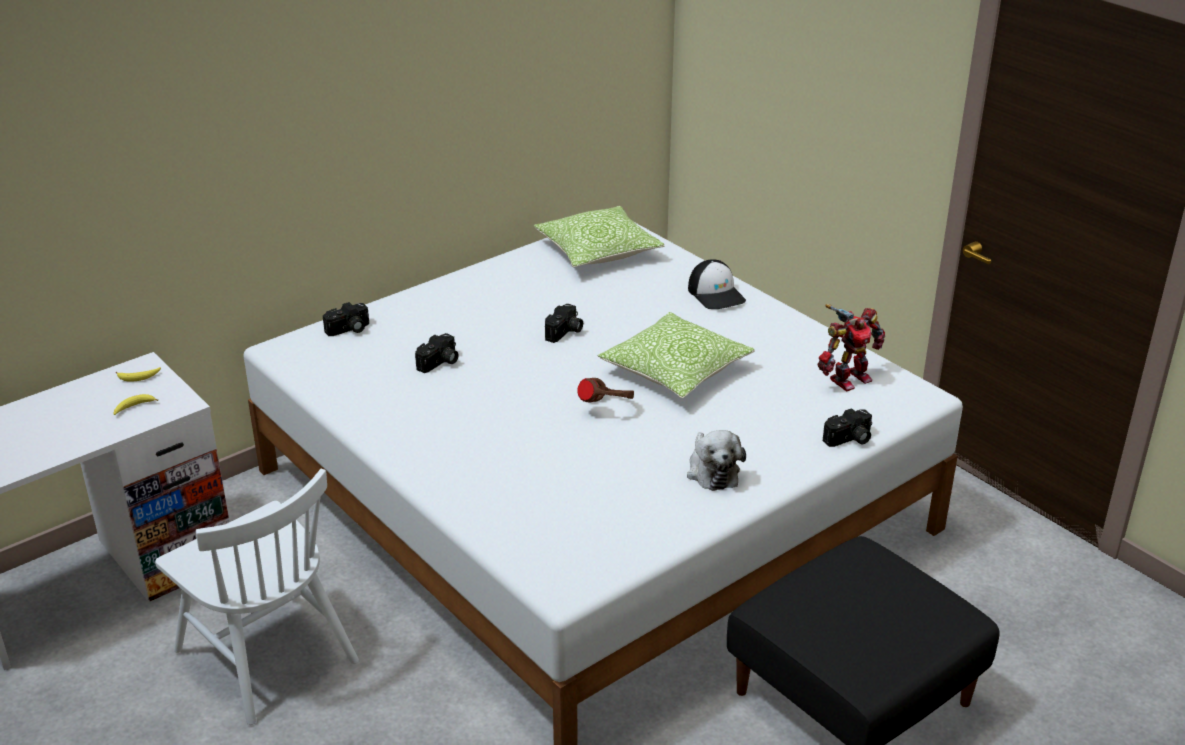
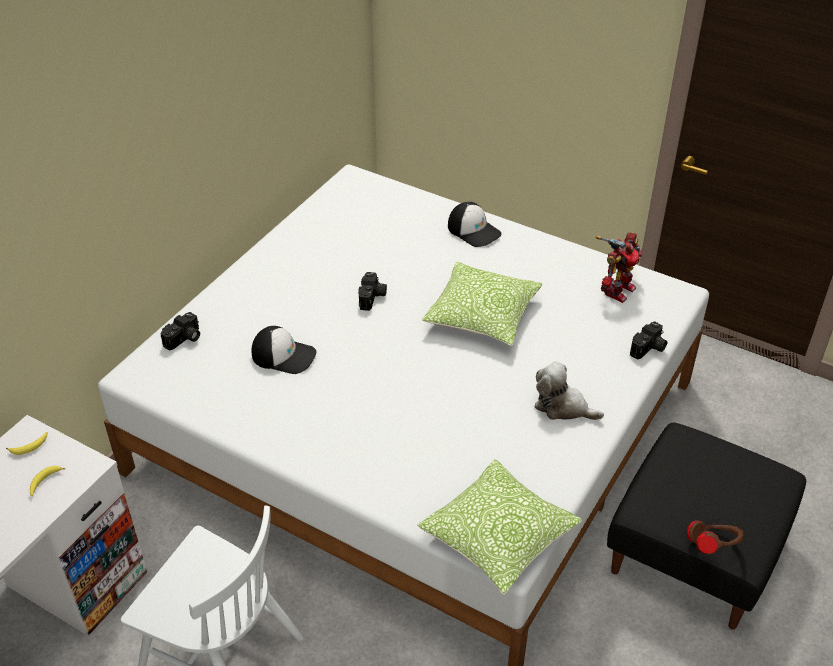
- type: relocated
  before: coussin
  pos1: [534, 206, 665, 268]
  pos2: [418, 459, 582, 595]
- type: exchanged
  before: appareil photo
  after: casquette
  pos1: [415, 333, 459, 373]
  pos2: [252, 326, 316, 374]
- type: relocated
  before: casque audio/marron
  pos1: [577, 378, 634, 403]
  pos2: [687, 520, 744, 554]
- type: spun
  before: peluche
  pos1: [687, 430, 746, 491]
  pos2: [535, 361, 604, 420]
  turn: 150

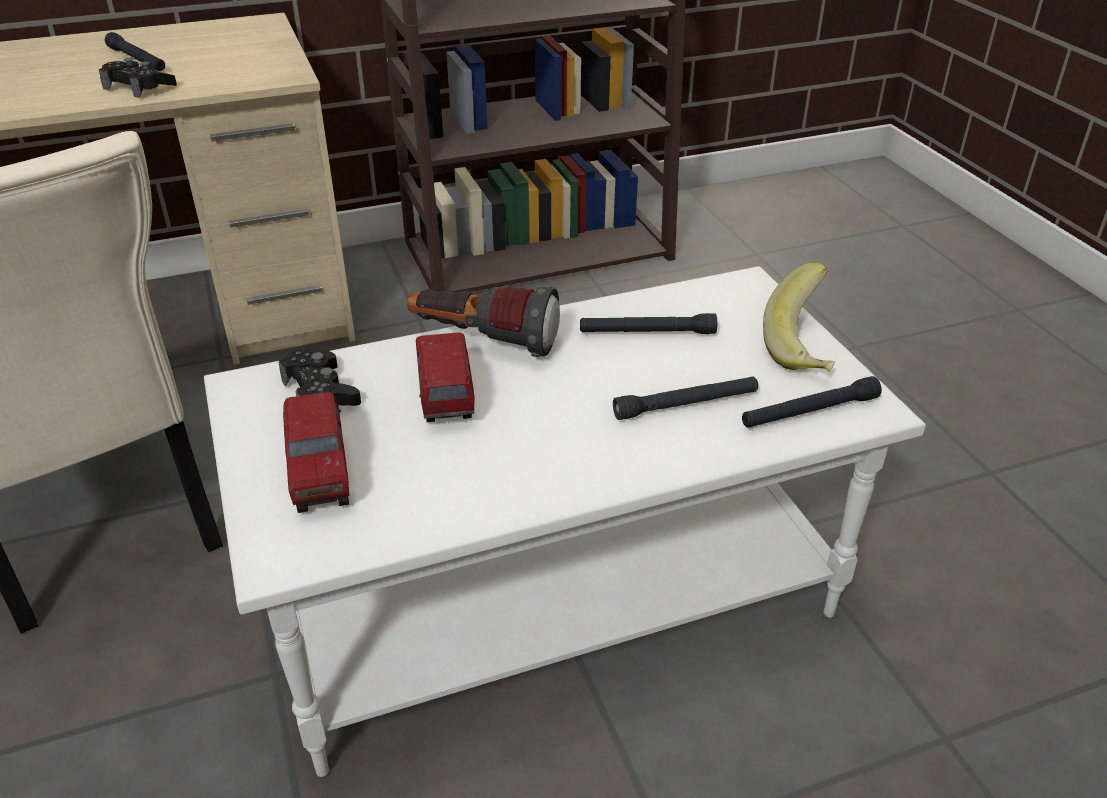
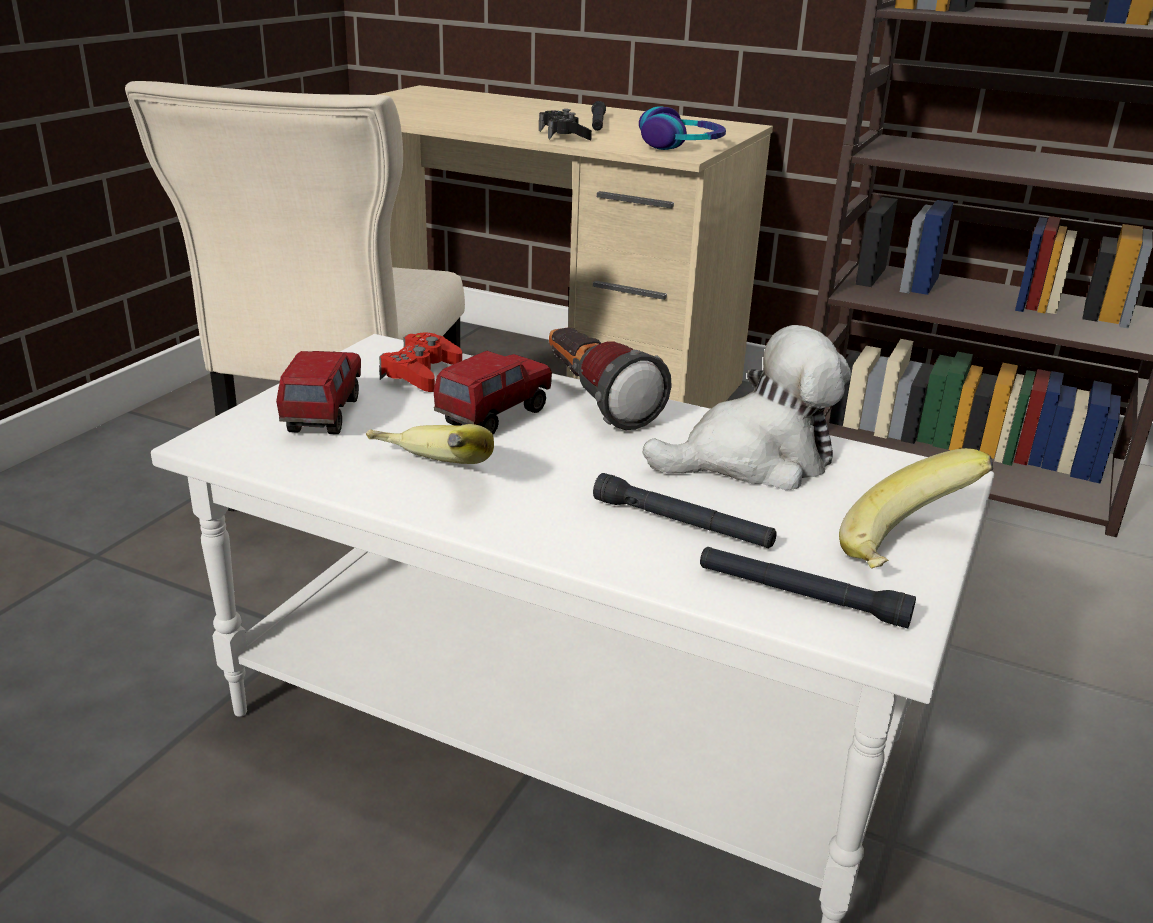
- type: exchanged
  before: lampe de poche/noir
  after: peluche
  pos1: [580, 313, 717, 334]
  pos2: [642, 325, 851, 490]
- type: colour
  before: manette/noir
  after: manette/rouge
  pos1: [278, 348, 361, 406]
  pos2: [379, 333, 462, 392]
- type: spun
  before: camion jouet
  pos1: [283, 392, 349, 513]
  pos2: [276, 351, 361, 434]
  turn: 150
- type: appeared
  after: casque audio
  pos2: [639, 106, 726, 150]
- type: appeared
  after: banane
  pos2: [366, 424, 494, 464]

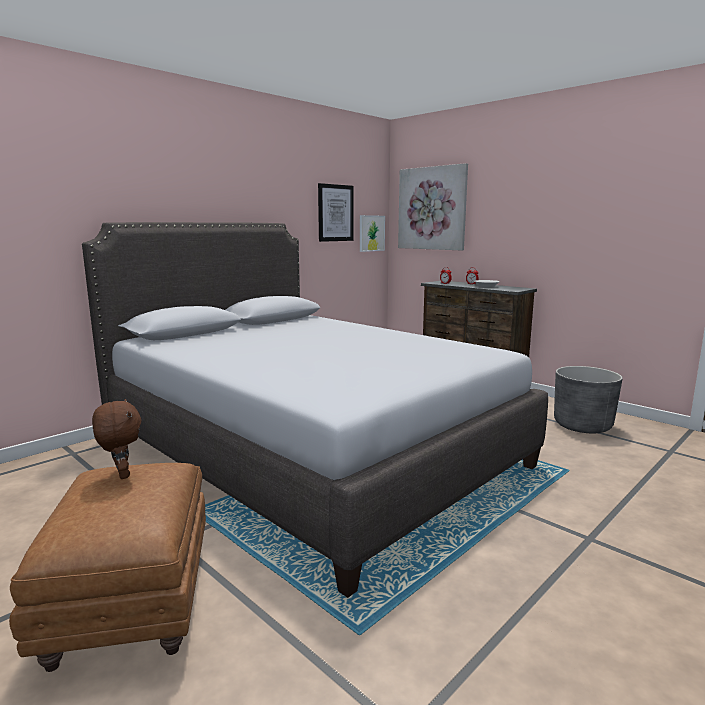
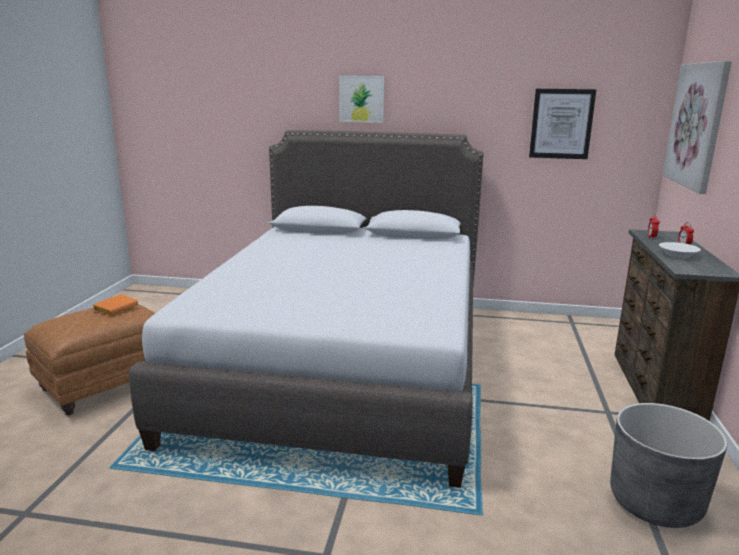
- type: relocated
  before: tableau
  pos1: [360, 215, 385, 252]
  pos2: [339, 76, 384, 123]
- type: exchanged
  before: peluche/marron
  after: livre/orange
  pos1: [92, 399, 142, 479]
  pos2: [92, 294, 138, 316]

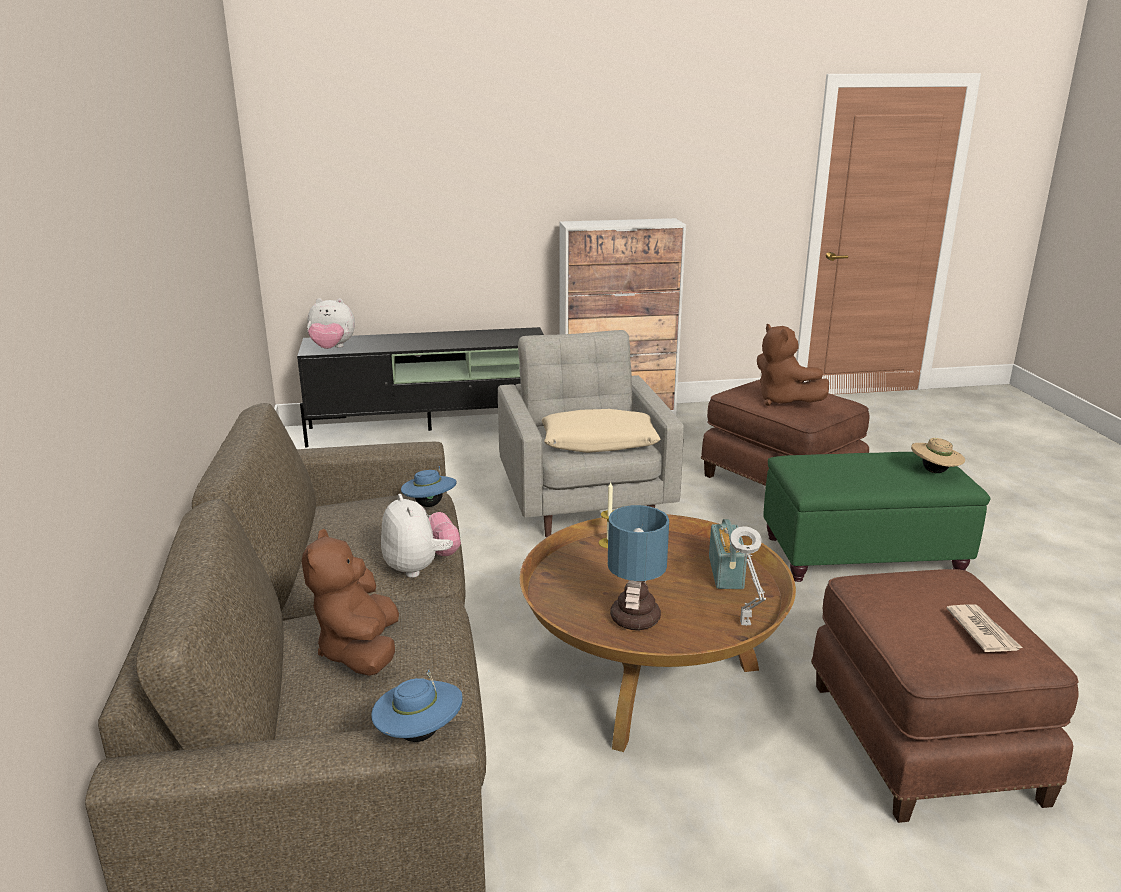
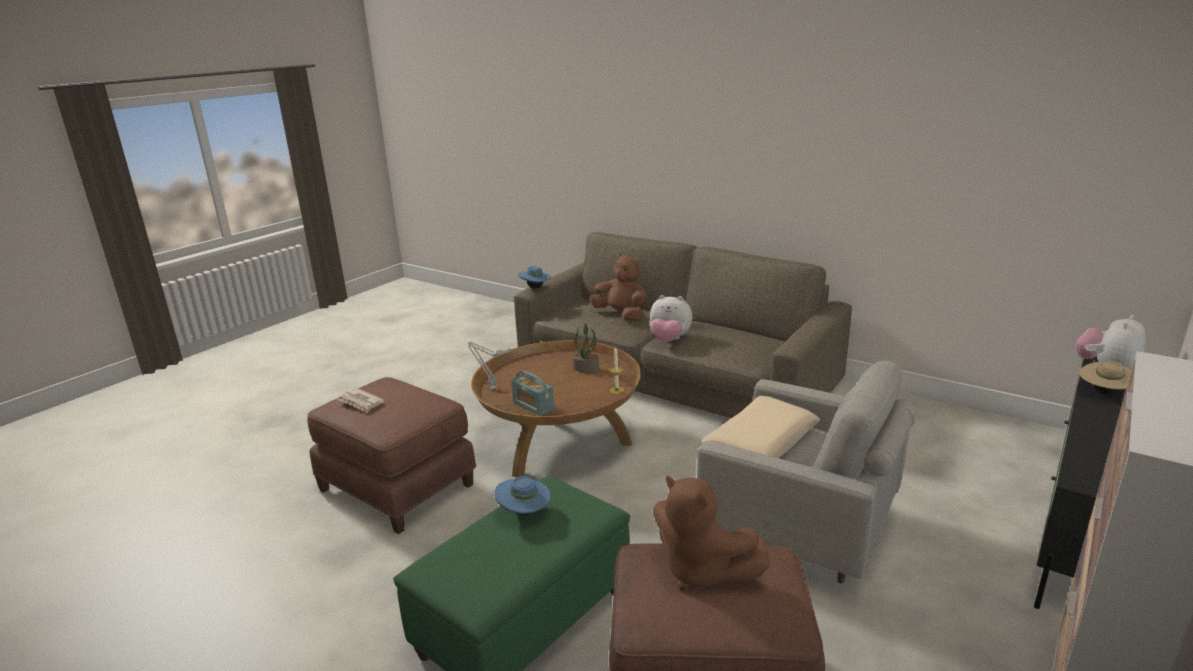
- type: spun
  before: peluche/marron
  pos1: [757, 324, 829, 406]
  pos2: [653, 475, 770, 590]
  turn: -150
- type: relocated
  before: chapeau/beige
  pos1: [911, 438, 965, 473]
  pos2: [1080, 360, 1132, 395]
- type: relocated
  before: chapeau/bleu
  pos1: [401, 466, 457, 507]
  pos2: [494, 476, 551, 516]
- type: missing
  before: lampe de table
  pos1: [608, 505, 669, 630]
- type: appeared
  after: plante en pot
  pos2: [572, 323, 599, 372]

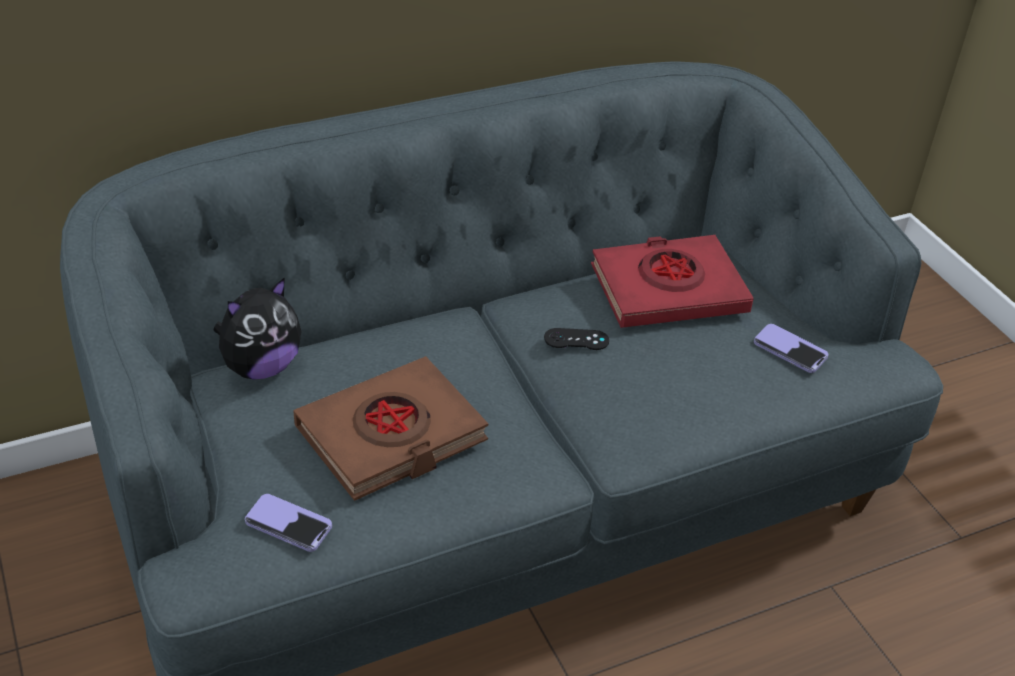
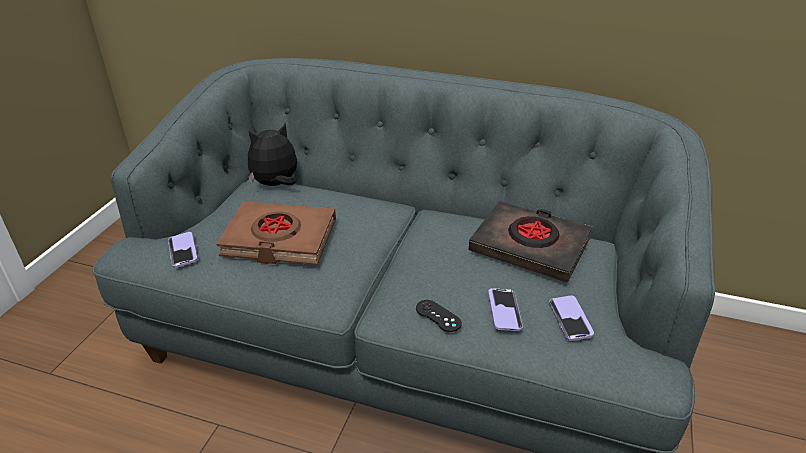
- type: colour
  before: livre/rouge
  after: livre/noir
  pos1: [591, 235, 754, 328]
  pos2: [469, 201, 592, 283]
- type: spun
  before: peluche
  pos1: [213, 277, 302, 379]
  pos2: [248, 123, 297, 186]
  turn: 150
- type: relocated
  before: manette/noir
  pos1: [544, 328, 609, 350]
  pos2: [416, 300, 462, 332]
- type: appeared
  after: téléphone
  pos2: [488, 288, 523, 331]

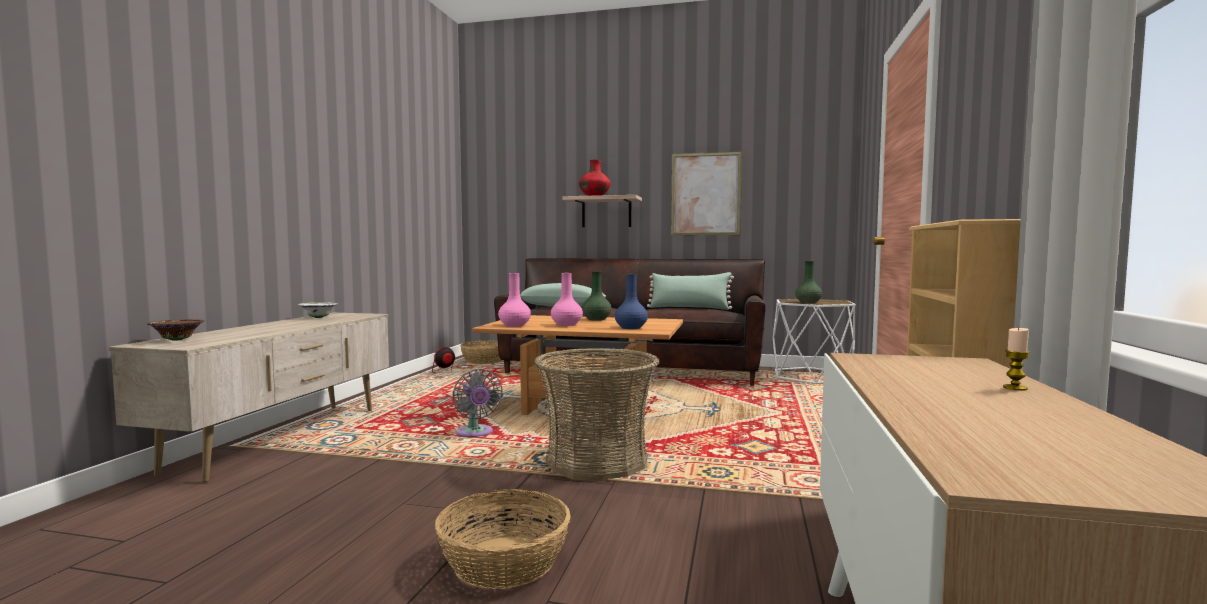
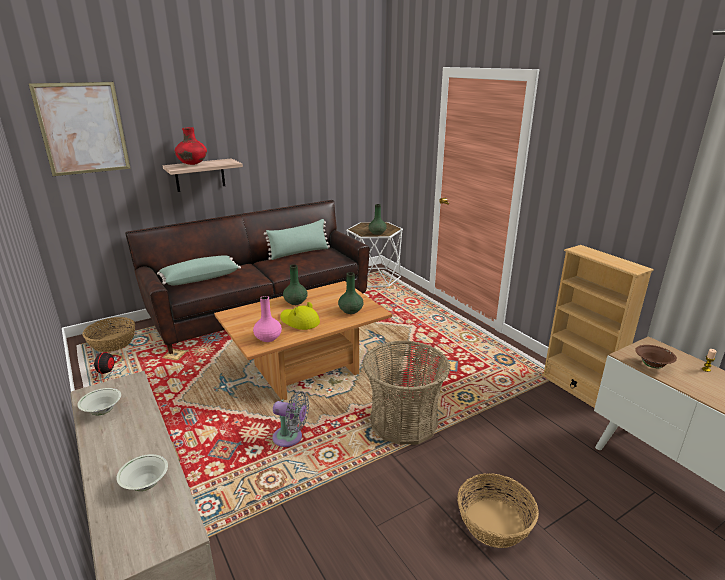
- type: relocated
  before: tableau
  pos1: [671, 151, 742, 236]
  pos2: [28, 82, 131, 176]
- type: exchanged
  before: vase/rose
  after: chapeau/jaune
  pos1: [551, 273, 583, 326]
  pos2: [280, 302, 320, 330]
- type: colour
  before: vase/bleu
  after: vase/vert
  pos1: [615, 274, 648, 329]
  pos2: [338, 272, 363, 314]
- type: relocated
  before: bol/marron
  pos1: [146, 319, 204, 341]
  pos2: [635, 345, 677, 368]
- type: appeared
  after: bol/blanc
  pos2: [116, 454, 168, 491]

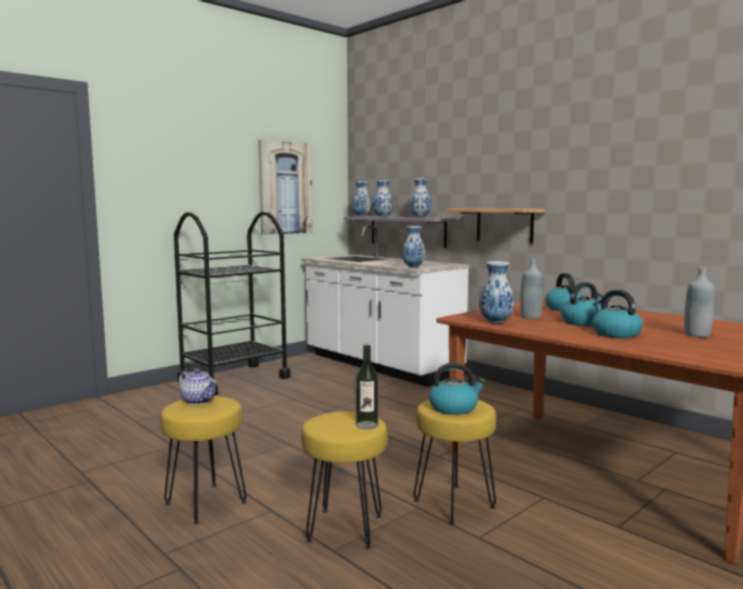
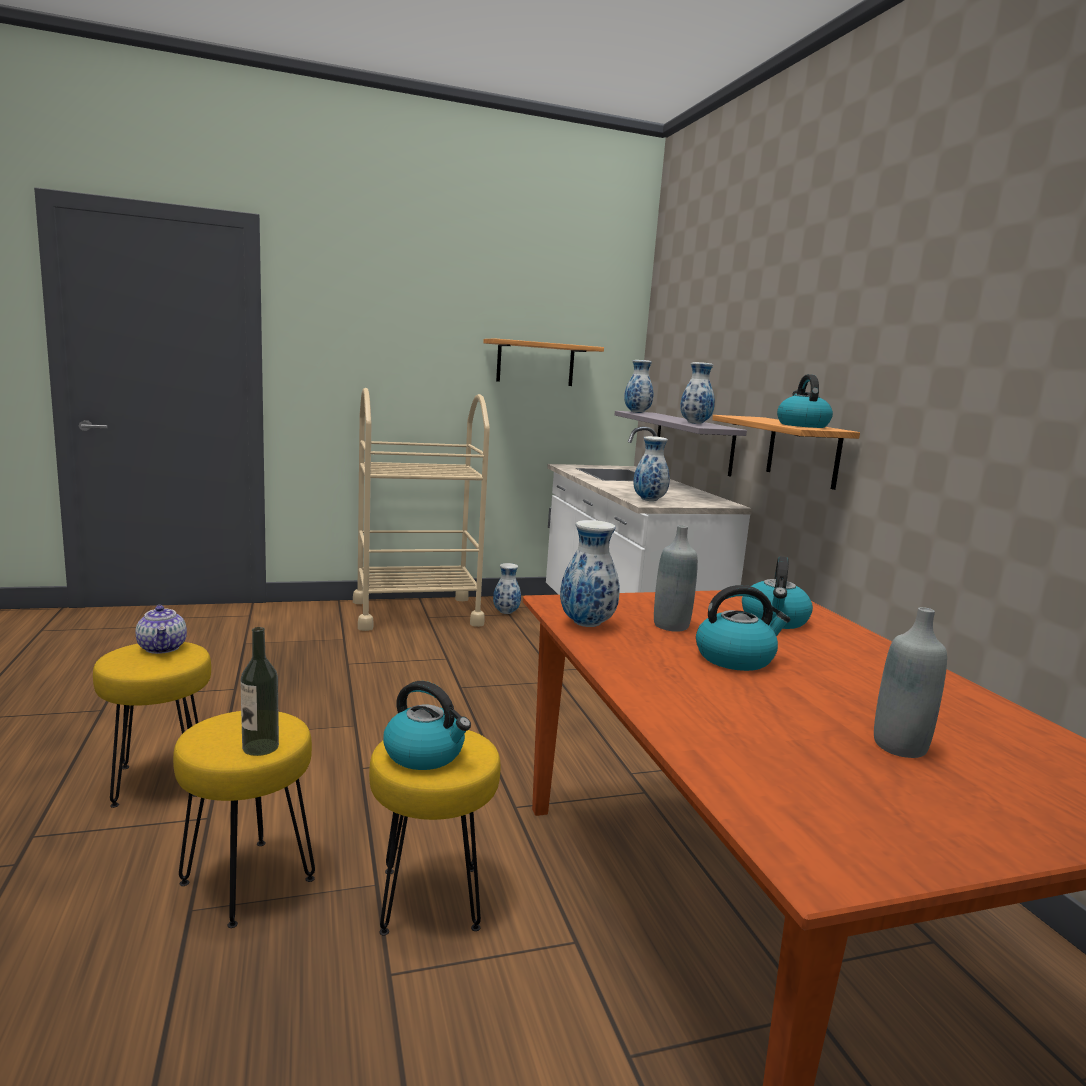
- type: exchanged
  before: tableau
  after: étagère
  pos1: [258, 140, 313, 235]
  pos2: [483, 338, 604, 386]
- type: relocated
  before: vase
  pos1: [373, 180, 393, 217]
  pos2: [493, 563, 521, 614]
- type: colour
  before: chariot/noir
  after: chariot/beige
  pos1: [174, 211, 291, 396]
  pos2: [353, 388, 490, 631]
- type: relocated
  before: bouilloire
  pos1: [592, 290, 643, 338]
  pos2: [777, 374, 833, 428]

